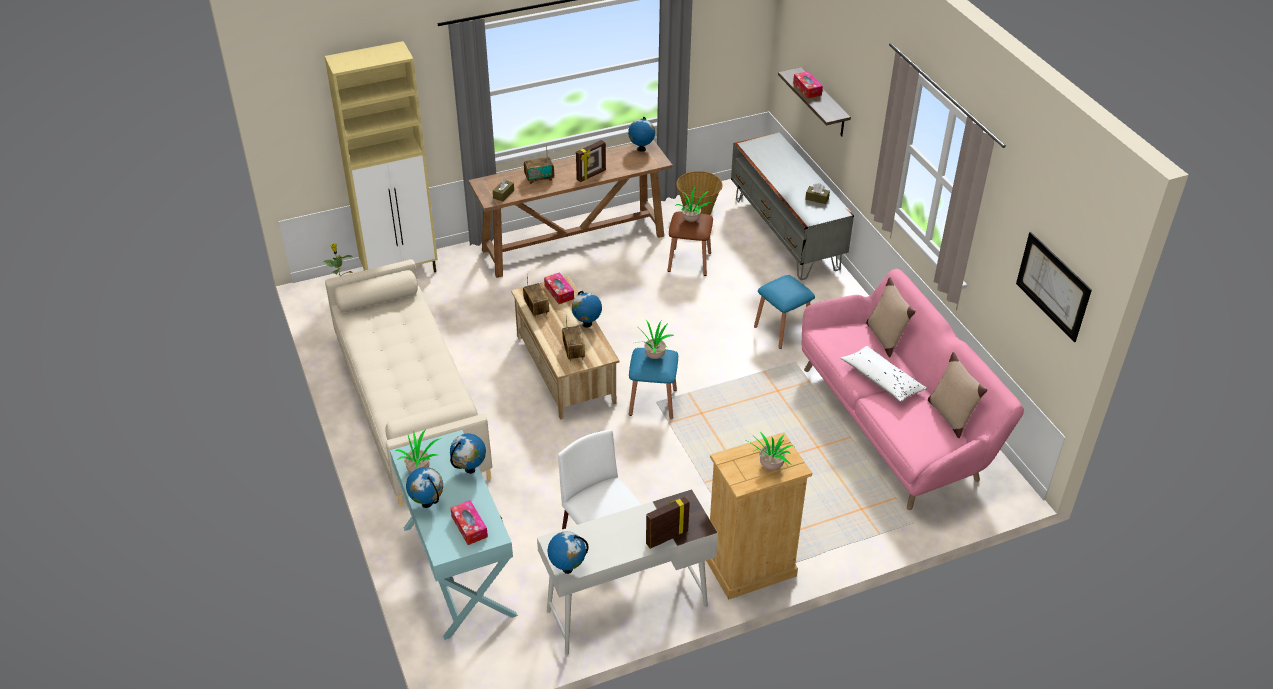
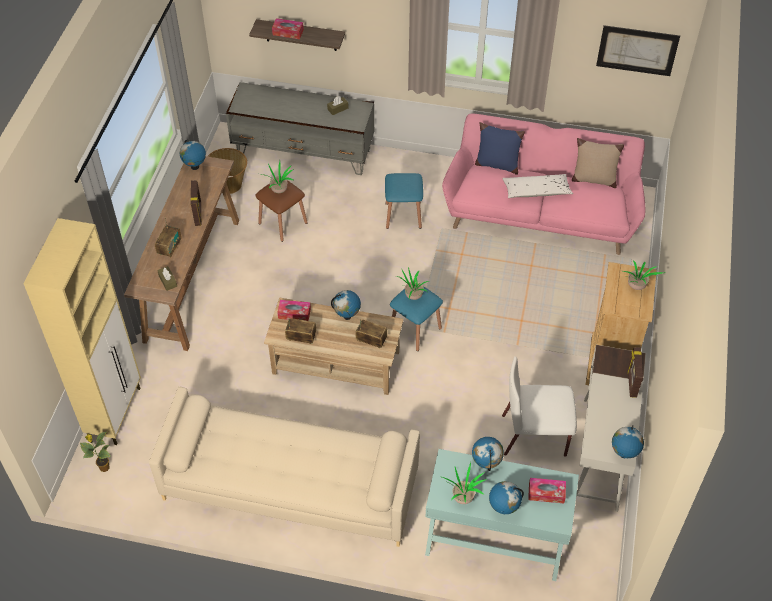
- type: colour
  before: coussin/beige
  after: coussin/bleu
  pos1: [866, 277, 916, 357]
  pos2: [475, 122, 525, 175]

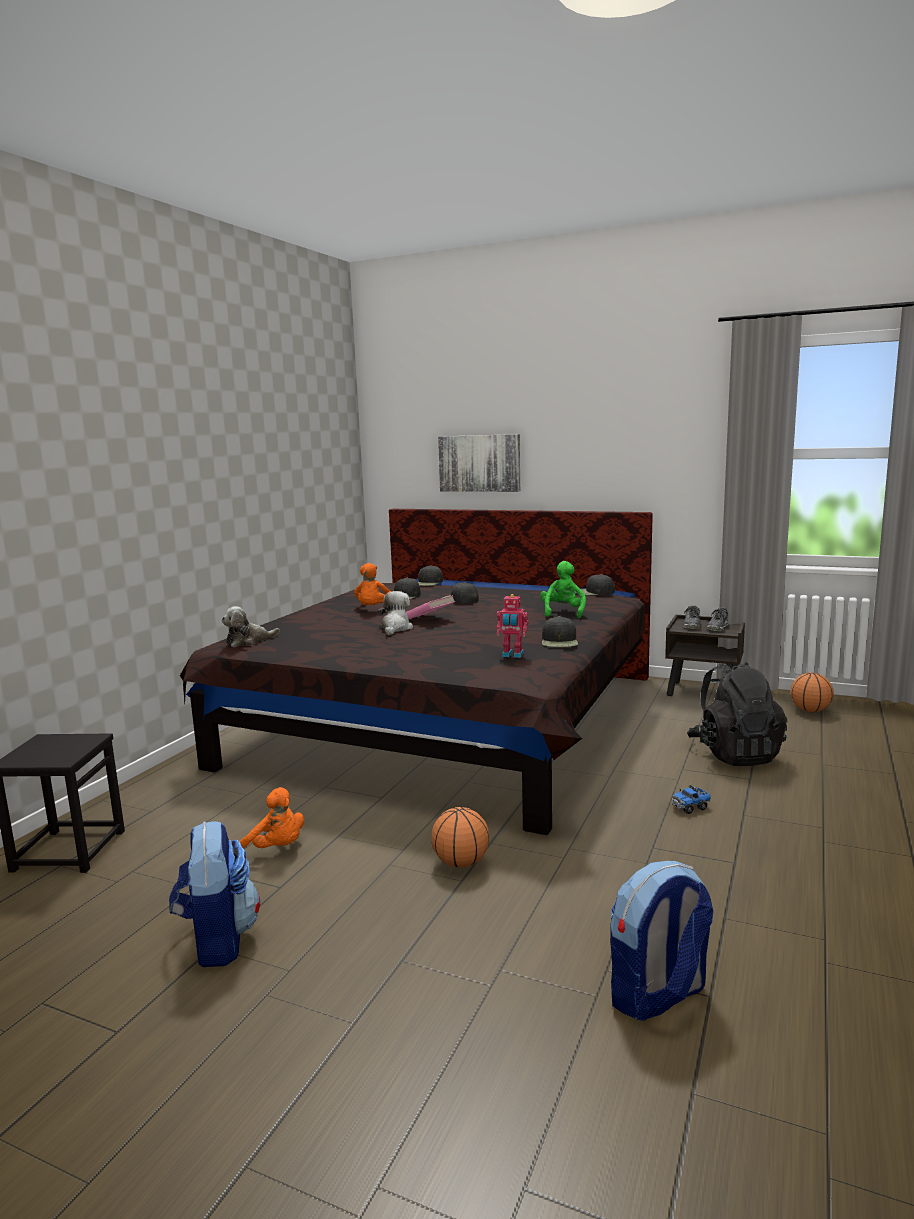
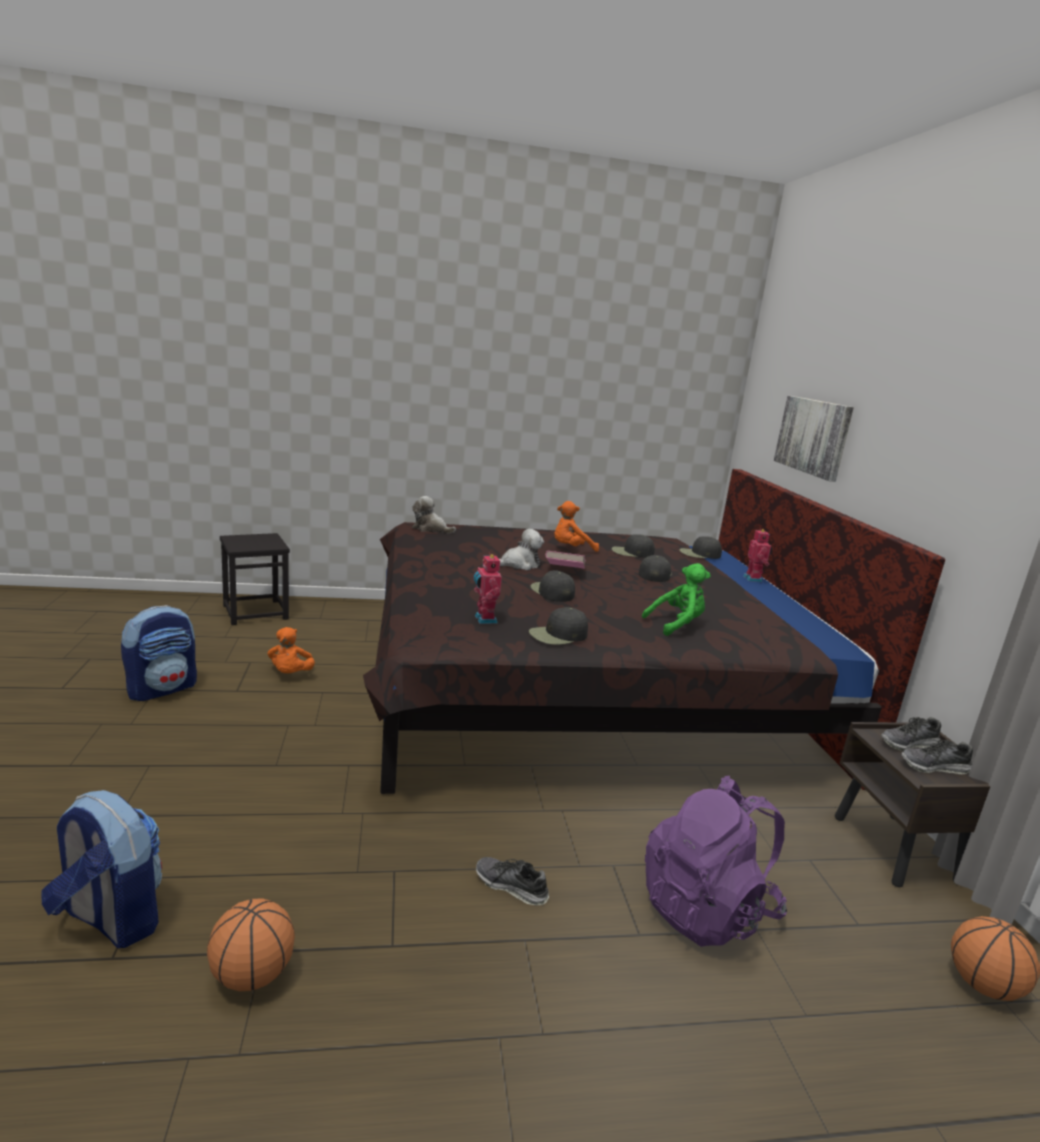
- type: relocated
  before: casquette/noir
  pos1: [575, 574, 615, 595]
  pos2: [531, 570, 575, 602]
- type: colour
  before: sac à dos/noir
  after: sac à dos/violet
  pos1: [687, 662, 788, 766]
  pos2: [645, 776, 787, 947]
- type: exchanged
  before: camion jouet
  after: chaussure
  pos1: [672, 785, 711, 814]
  pos2: [476, 857, 549, 905]
- type: relocated
  before: ballon de basket
  pos1: [431, 807, 489, 868]
  pos2: [207, 898, 295, 991]
- type: appeared
  after: robot jouet
  pos2: [743, 528, 772, 582]

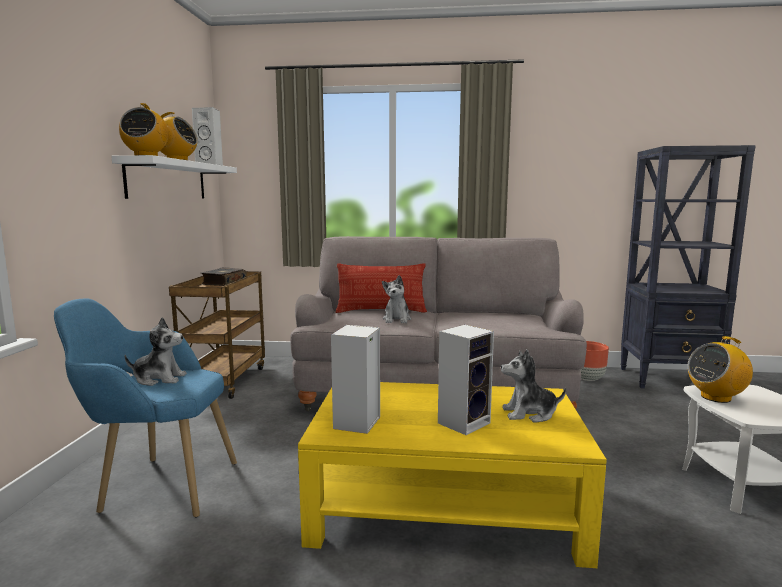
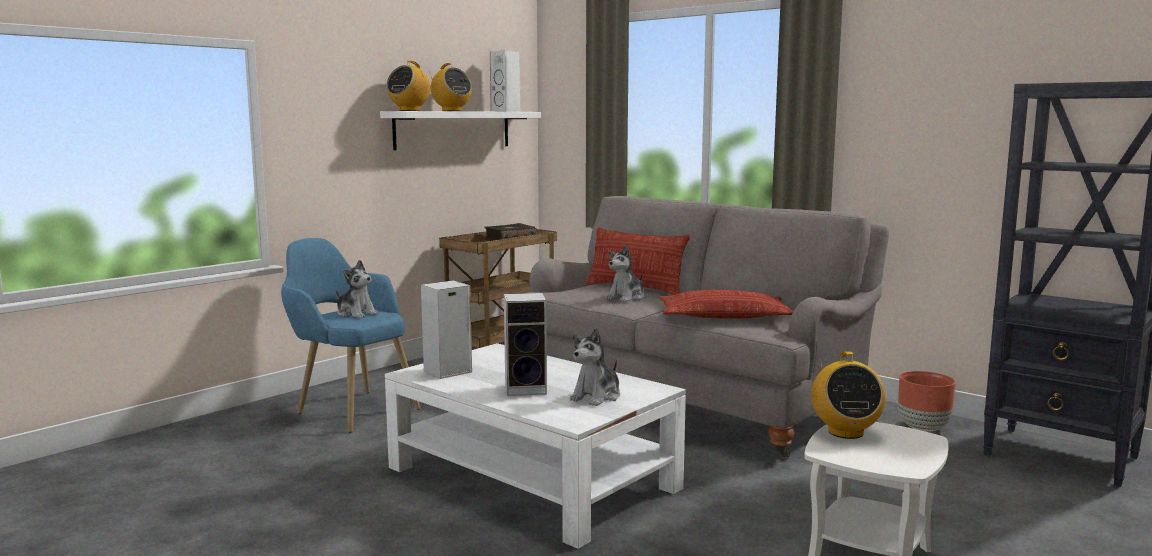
- type: spun
  before: radio
  pos1: [688, 336, 753, 403]
  pos2: [811, 351, 886, 439]
  turn: -105
- type: spun
  before: peluche
  pos1: [501, 350, 566, 423]
  pos2: [569, 328, 620, 406]
  turn: -90
- type: colour
  before: table basse/jaune
  after: table basse/blanc
  pos1: [298, 382, 607, 568]
  pos2: [385, 343, 686, 549]
- type: appeared
  after: coussin
  pos2: [660, 290, 793, 318]

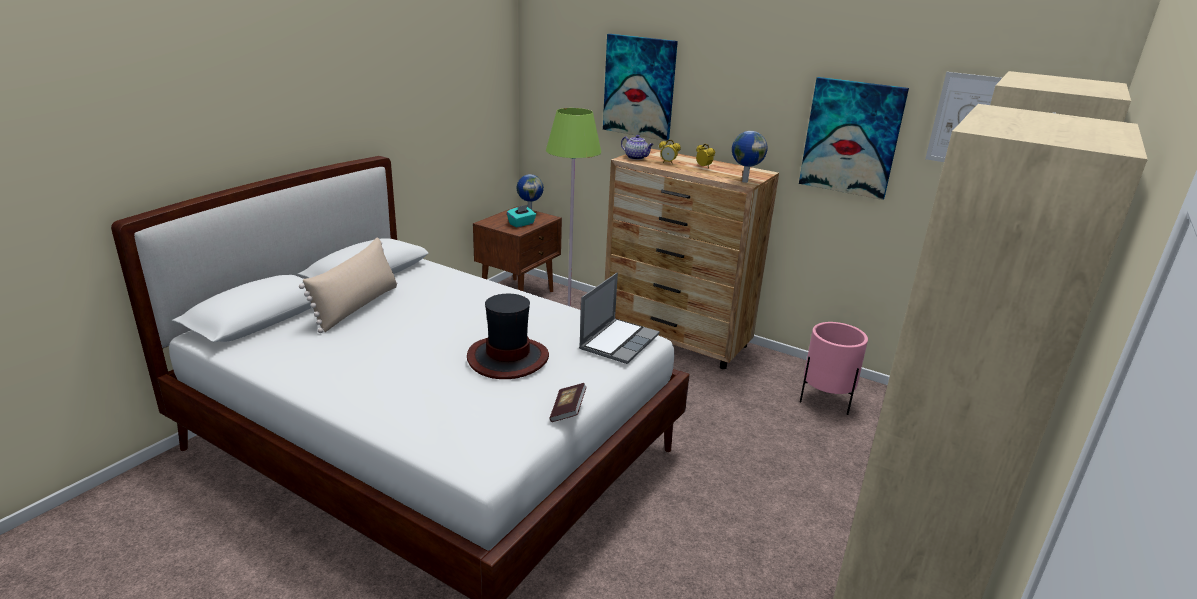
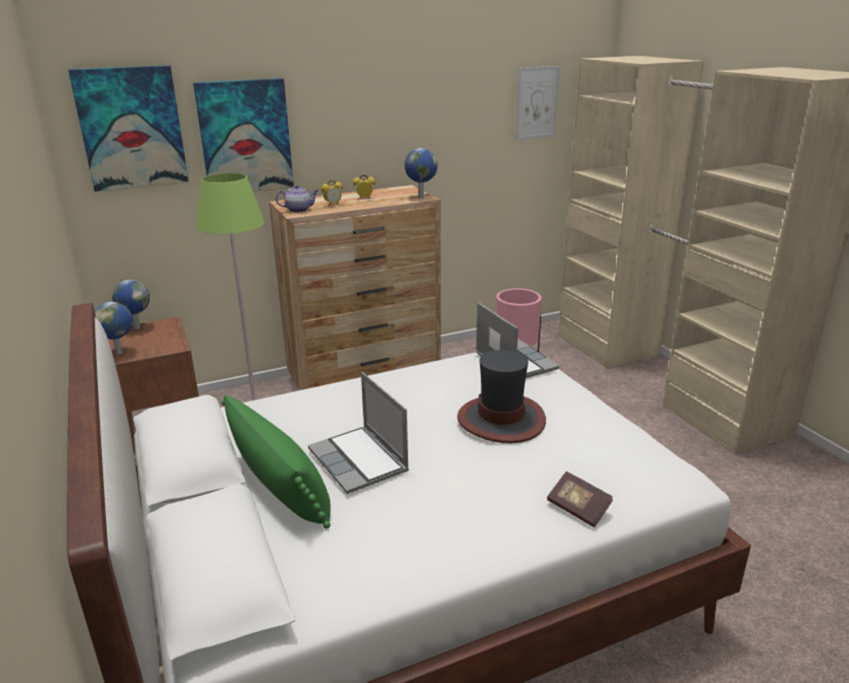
- type: relocated
  before: tableau
  pos1: [799, 77, 909, 200]
  pos2: [68, 65, 189, 192]
- type: missing
  before: boîte à mouchoirs/turquoise
  pos1: [507, 205, 536, 227]
- type: colour
  before: coussin/beige
  after: coussin/vert
  pos1: [299, 238, 397, 333]
  pos2: [221, 395, 330, 529]
- type: relocated
  before: livre
  pos1: [550, 383, 587, 422]
  pos2: [547, 471, 613, 527]
- type: appeared
  after: globe
  pos2: [94, 302, 133, 355]
- type: appeared
  after: ordinateur portable
  pos2: [308, 372, 409, 494]

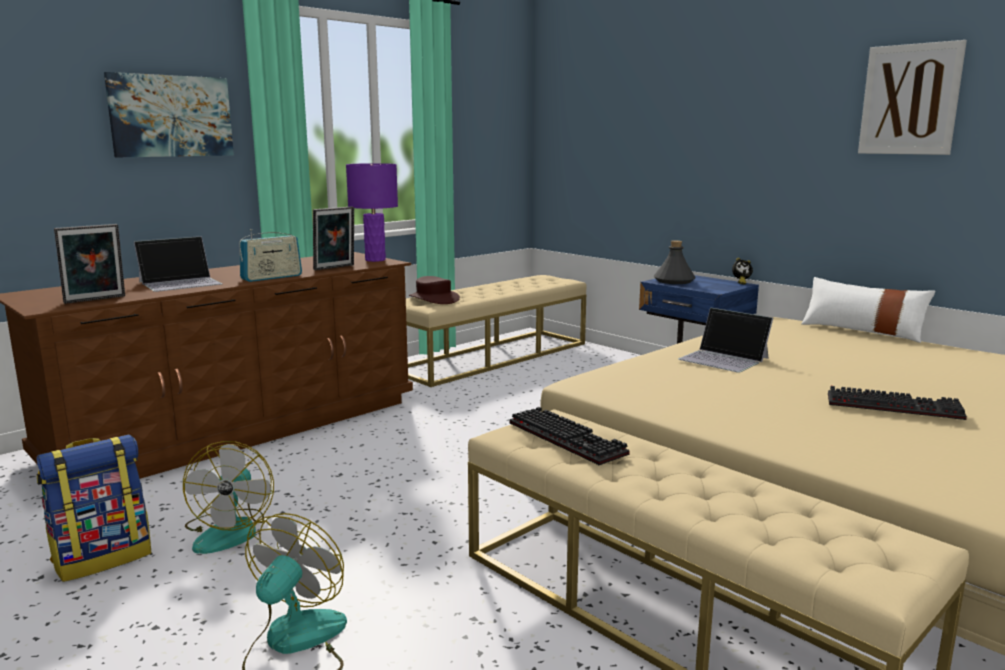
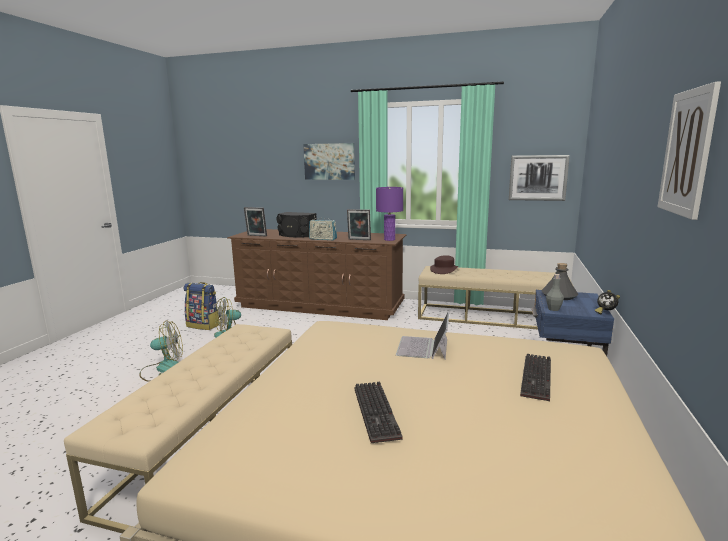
- type: exchanged
  before: ordinateur portable
  after: enceinte/noir
  pos1: [134, 236, 223, 292]
  pos2: [276, 212, 317, 237]
- type: missing
  before: coussin/blanc
  pos1: [801, 277, 935, 343]
- type: relocated
  before: clavier
  pos1: [510, 407, 630, 465]
  pos2: [520, 354, 551, 401]
- type: appeared
  after: tableau
  pos2: [509, 155, 570, 201]
- type: appeared
  after: bouteille/gris
  pos2: [546, 274, 564, 311]

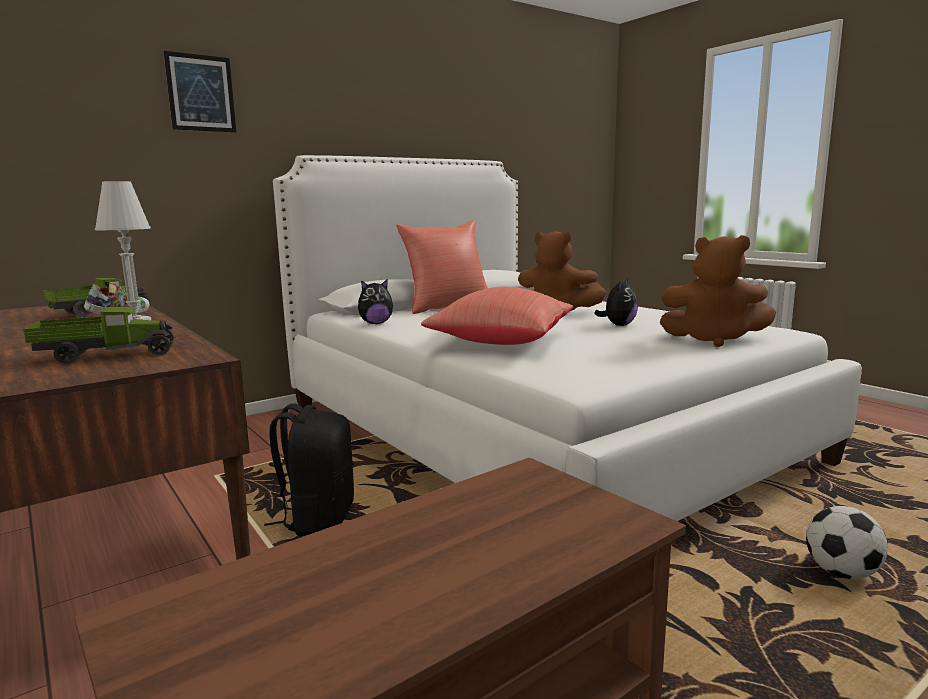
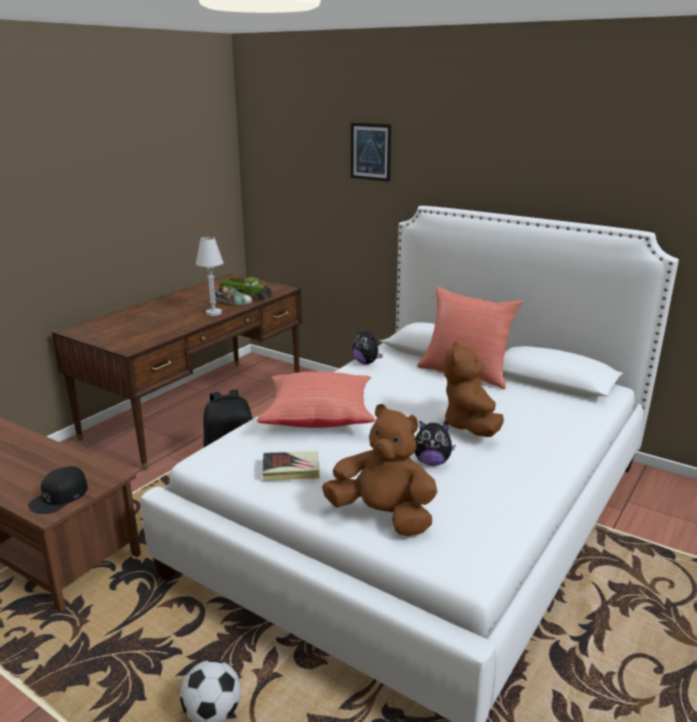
- type: spun
  before: peluche/marron
  pos1: [660, 235, 776, 347]
  pos2: [322, 404, 437, 537]
  turn: 120
- type: missing
  before: camion jouet
  pos1: [24, 307, 176, 364]
- type: appeared
  after: livre
  pos2: [263, 451, 320, 481]
- type: appeared
  after: casquette/noir
  pos2: [28, 466, 88, 514]

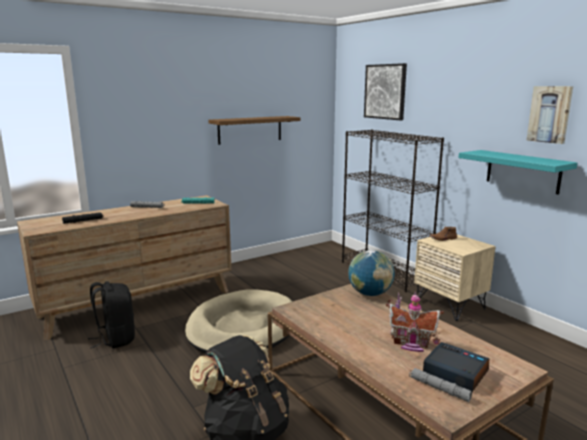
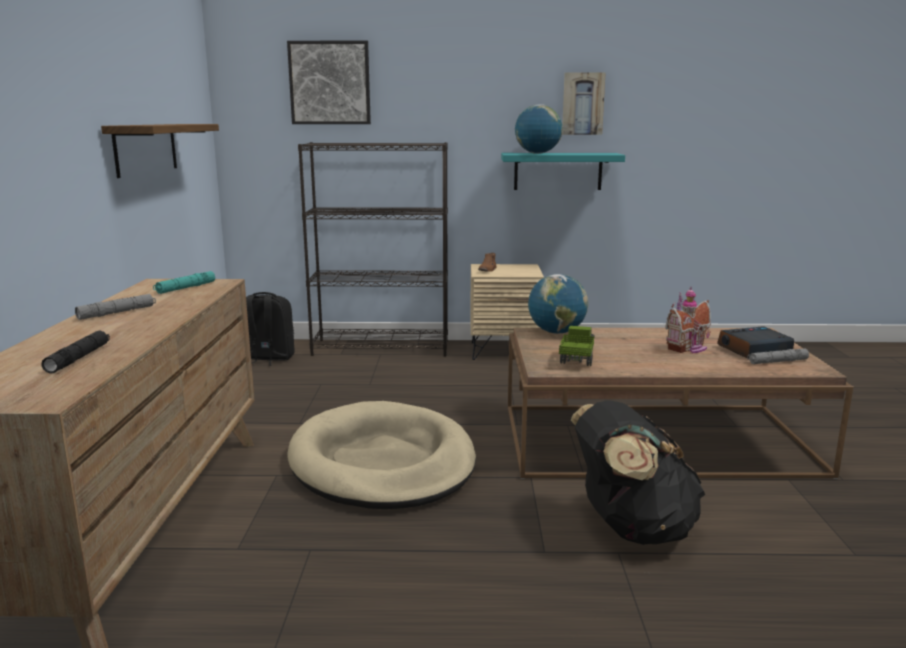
- type: relocated
  before: sac à dos/noir
  pos1: [88, 281, 135, 349]
  pos2: [246, 292, 294, 366]
- type: appeared
  after: globe
  pos2: [515, 104, 562, 154]
- type: appeared
  after: camion jouet
  pos2: [559, 326, 595, 366]

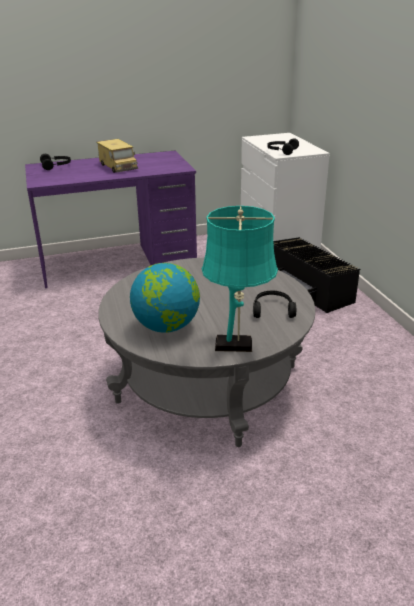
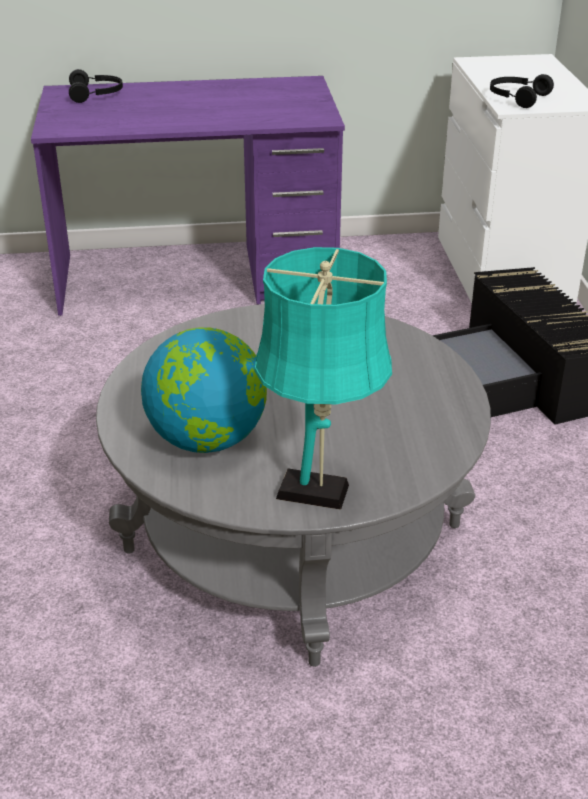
- type: missing
  before: camion jouet
  pos1: [96, 139, 138, 173]
- type: missing
  before: casque audio/noir
  pos1: [253, 291, 296, 318]

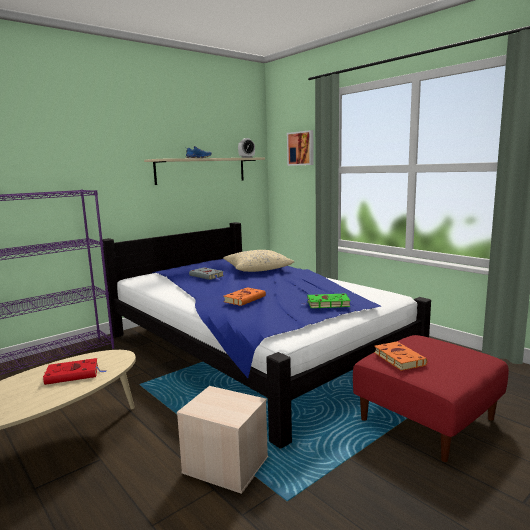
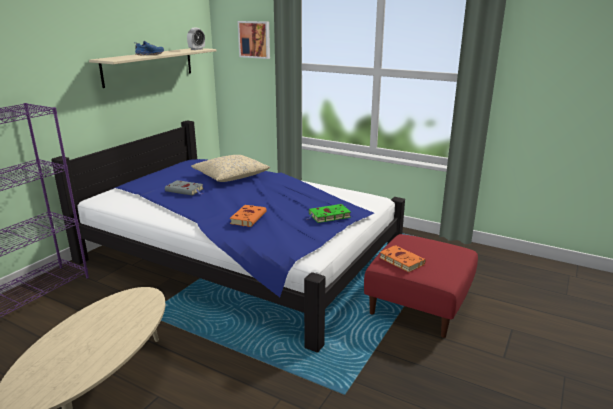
- type: missing
  before: livre/rouge
  pos1: [43, 358, 107, 385]
- type: missing
  before: boîte de rangement/beige
  pos1: [177, 386, 268, 494]

